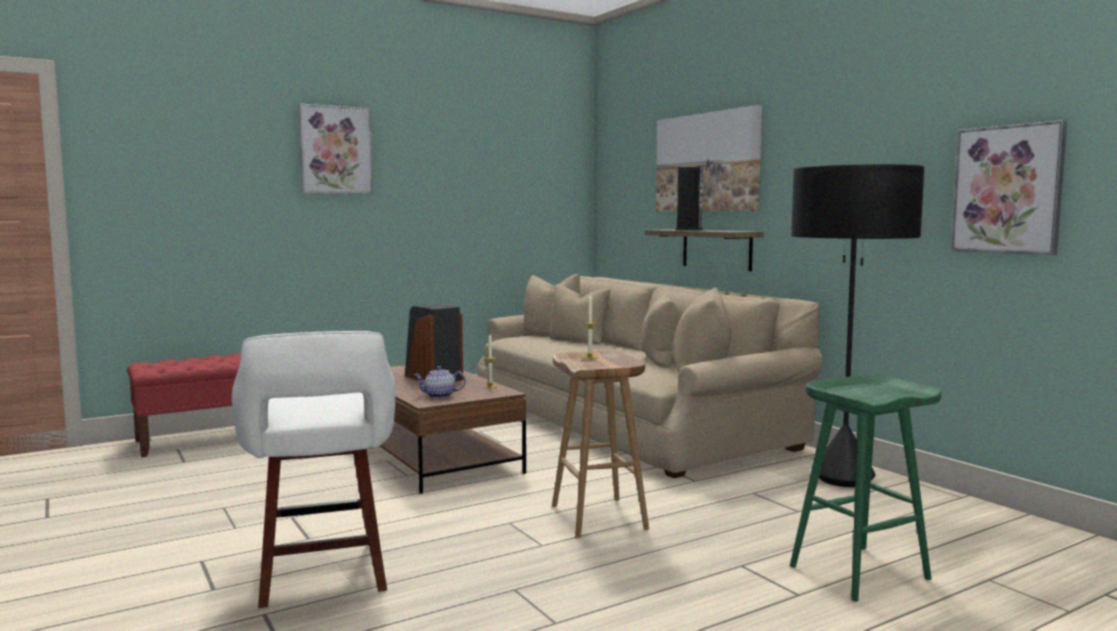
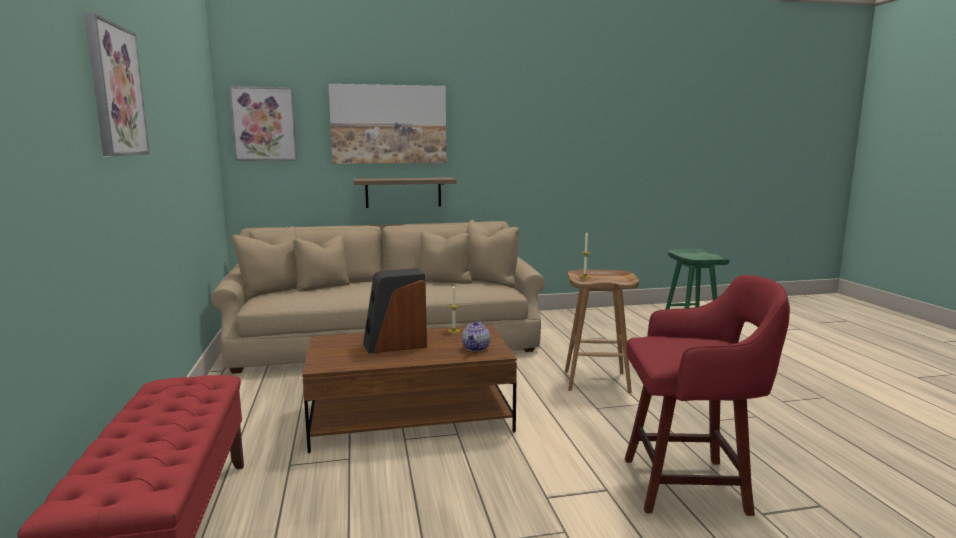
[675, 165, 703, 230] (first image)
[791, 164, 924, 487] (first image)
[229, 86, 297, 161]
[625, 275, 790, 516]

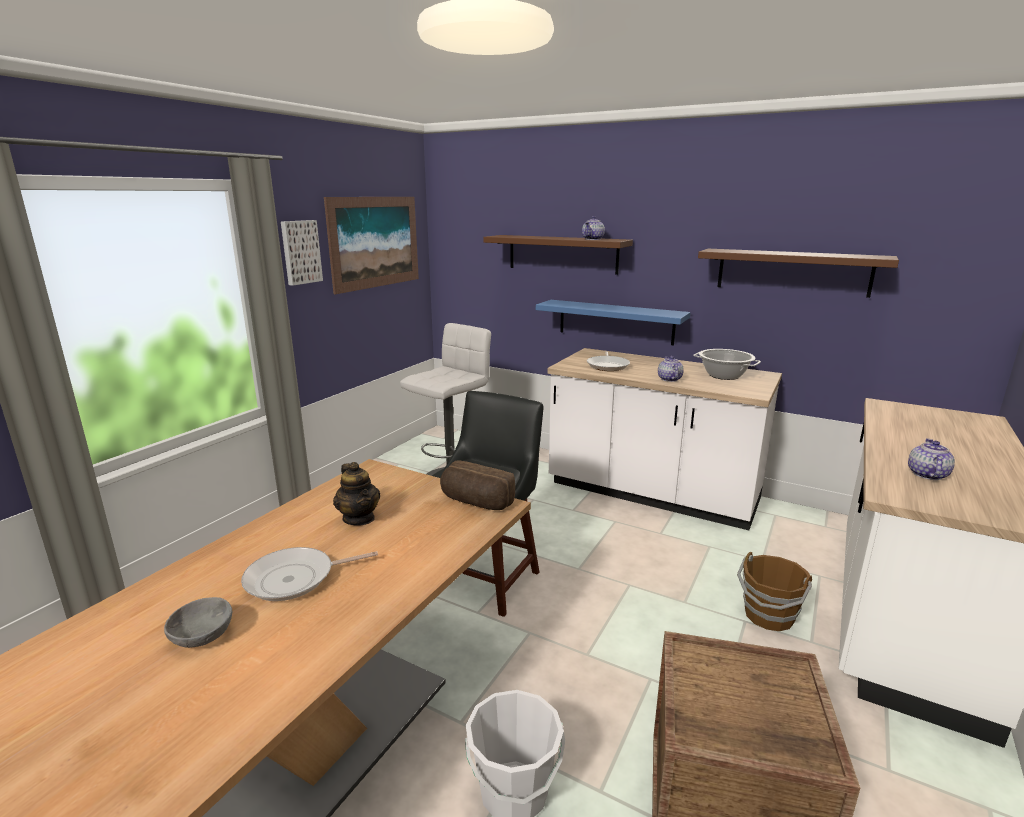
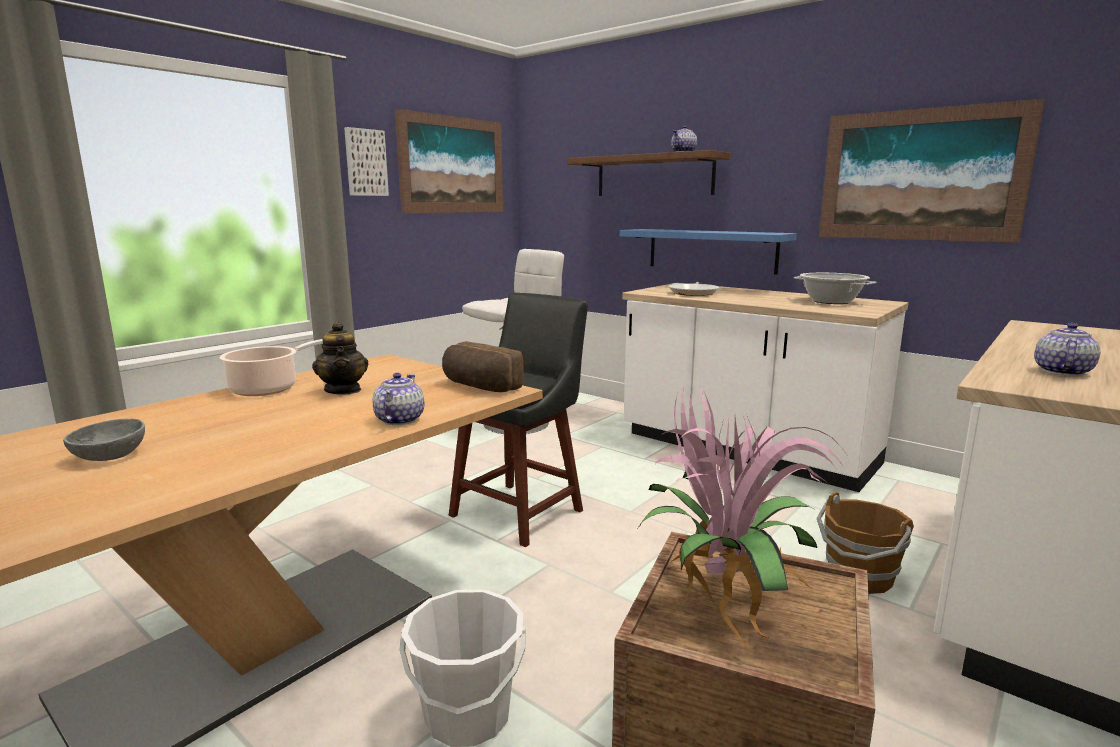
[241, 547, 378, 601] (first image)
[219, 339, 323, 396]
[638, 385, 844, 654]
[373, 373, 424, 425]
[819, 99, 1045, 243]

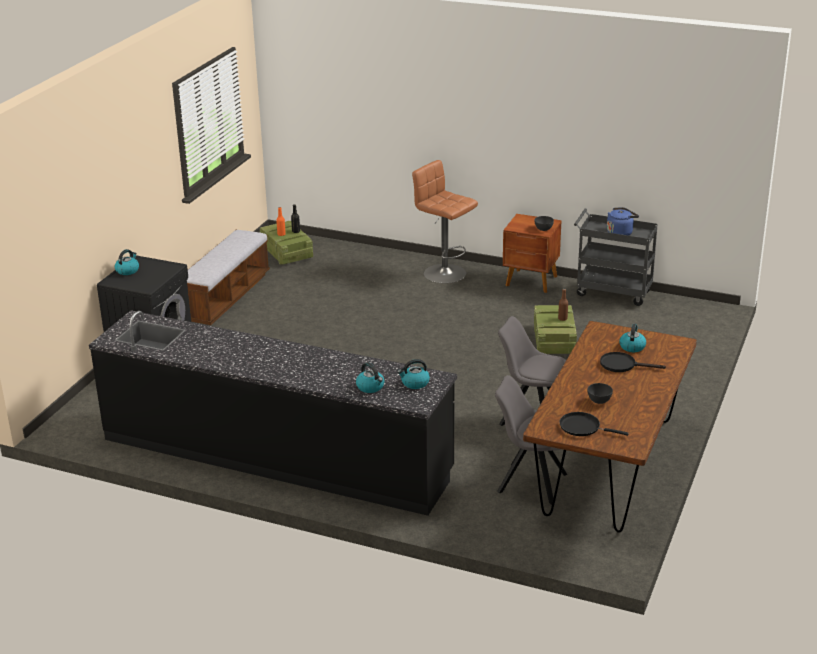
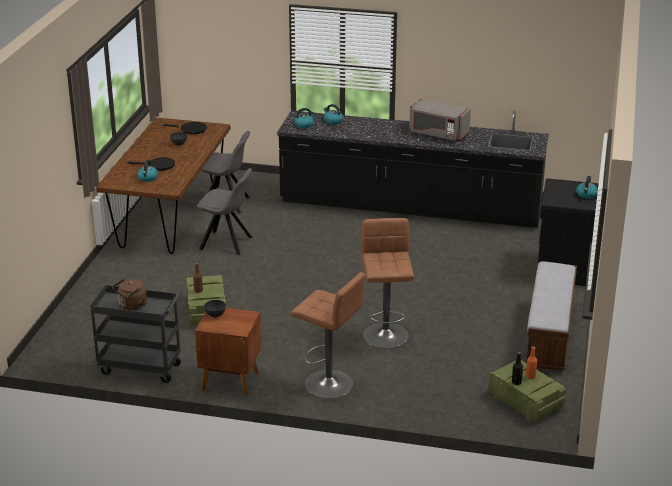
[362, 218, 414, 348]
[409, 98, 471, 141]
[112, 278, 147, 311]

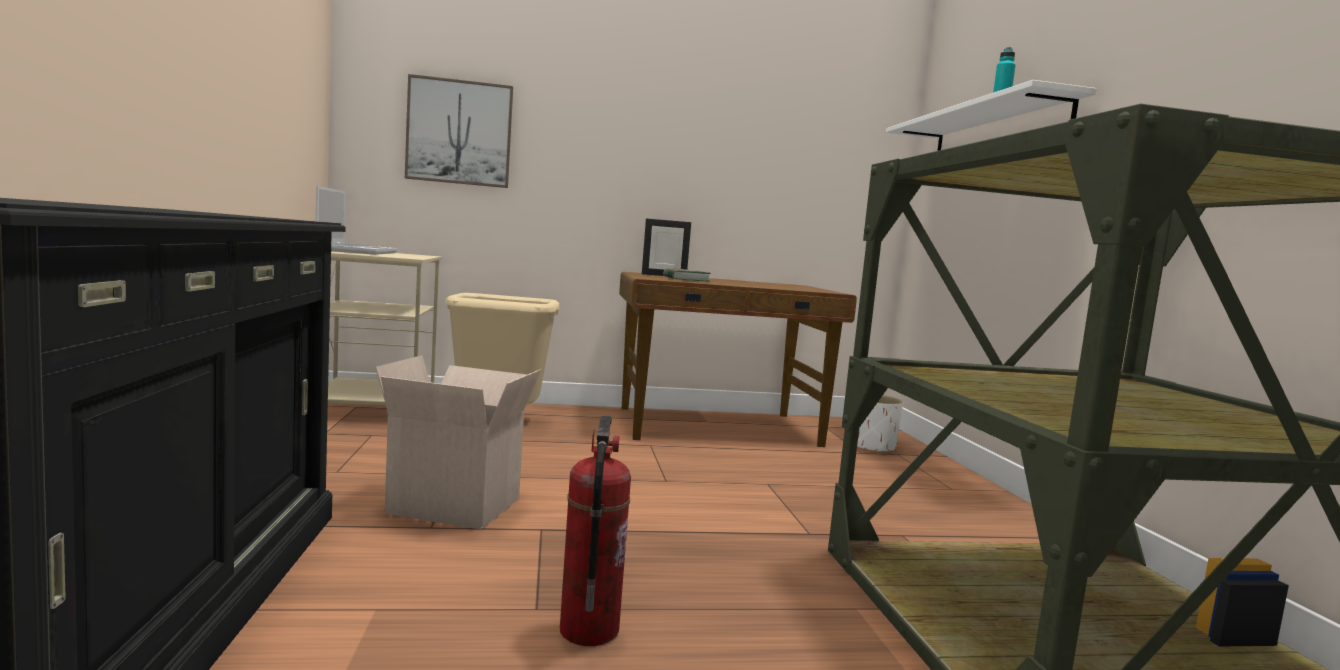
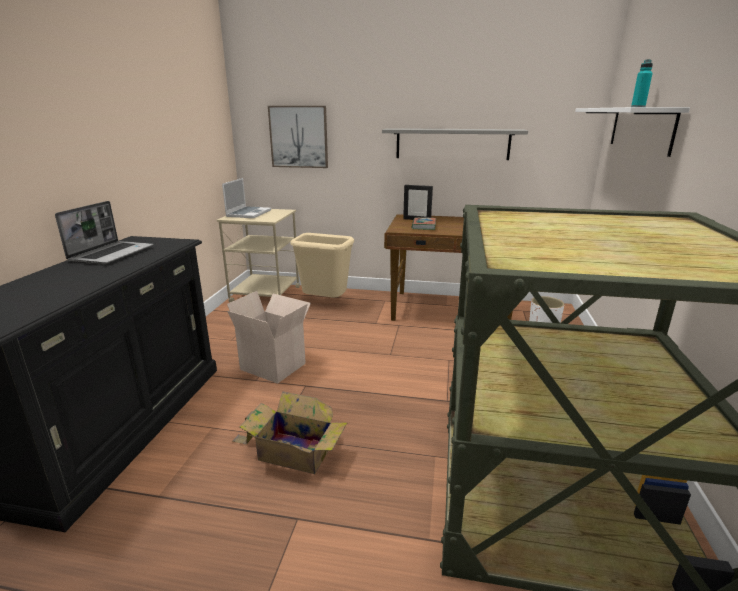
[55, 201, 153, 265]
[382, 128, 528, 160]
[232, 391, 347, 474]

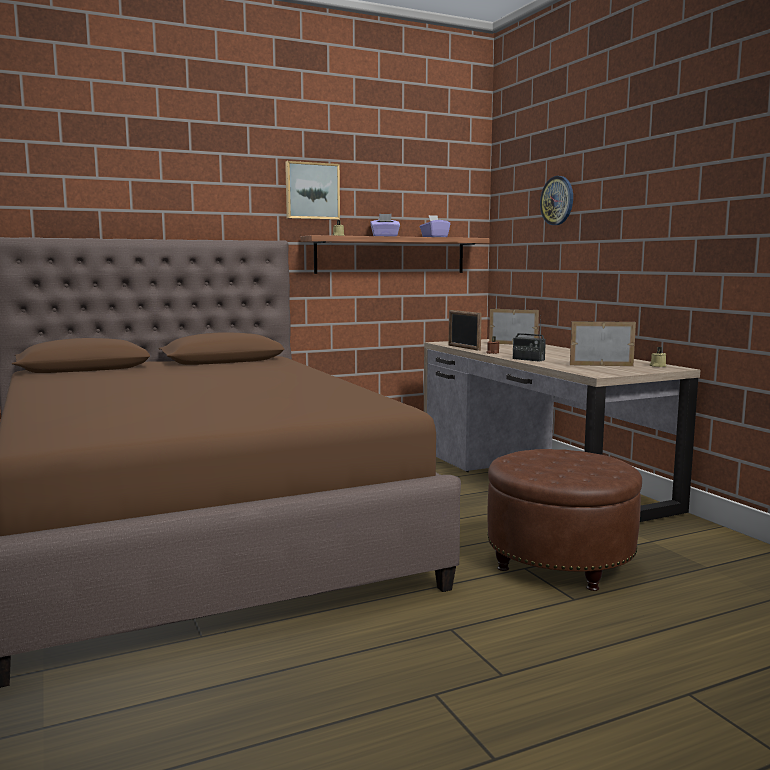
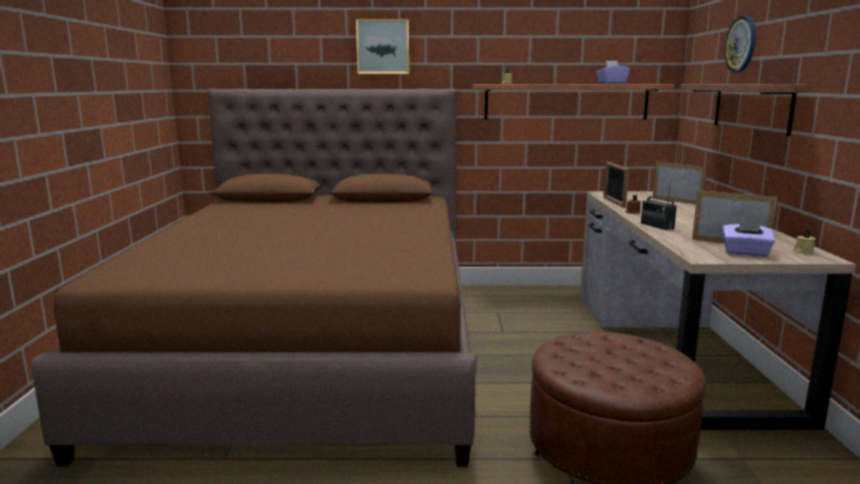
[680, 84, 809, 136]
[356, 19, 409, 74]
[722, 219, 775, 257]

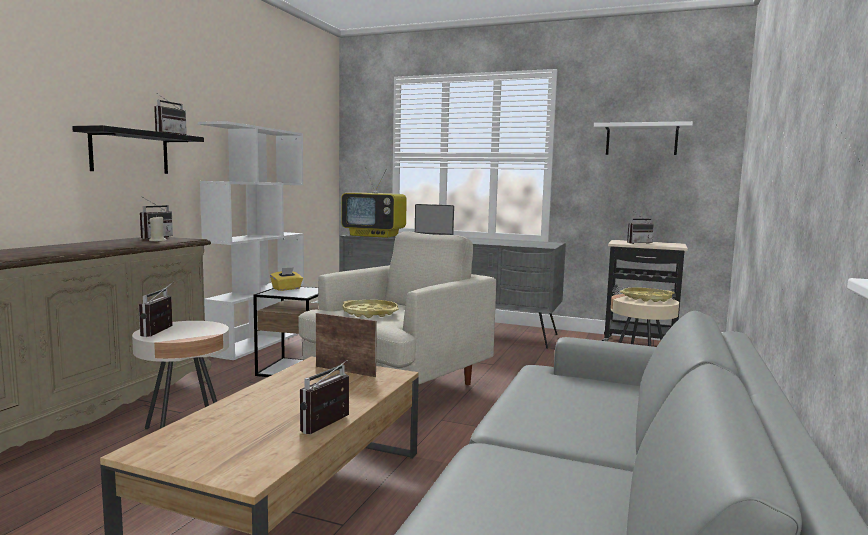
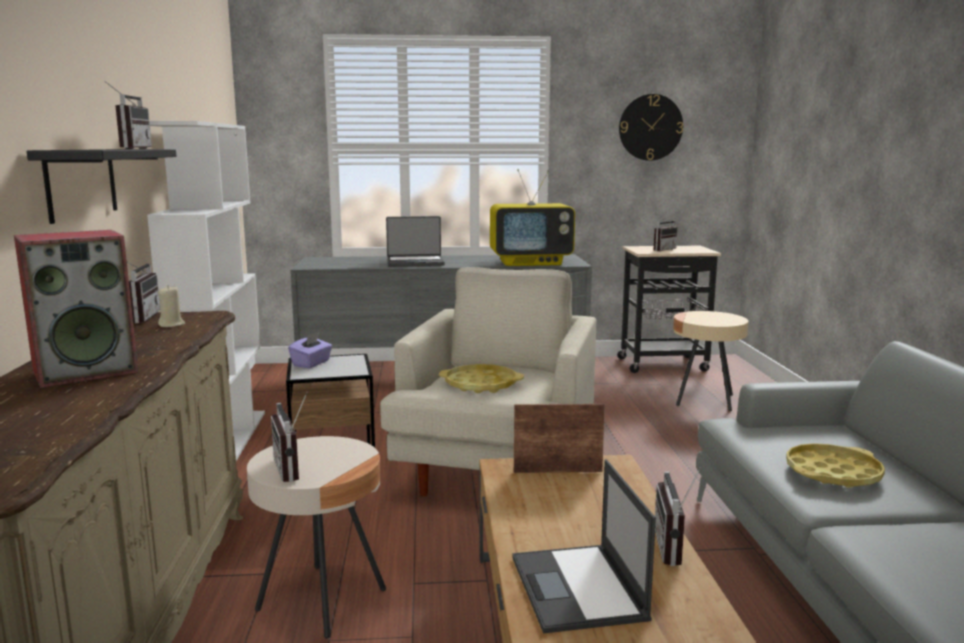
[14, 230, 139, 388]
[513, 459, 656, 634]
[490, 169, 575, 266]
[786, 443, 885, 488]
[619, 94, 683, 161]
[288, 332, 332, 368]

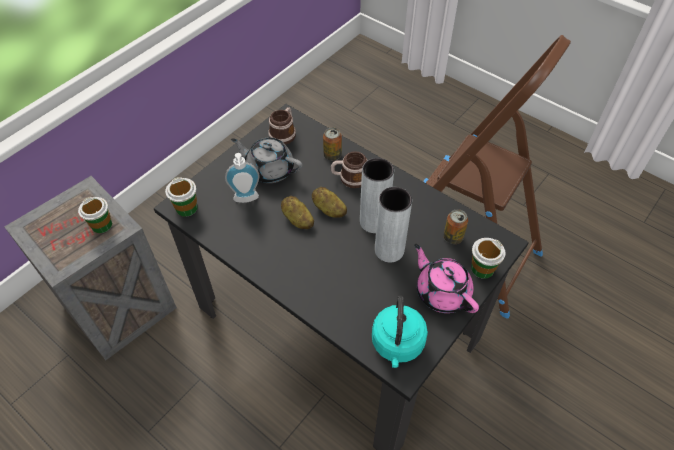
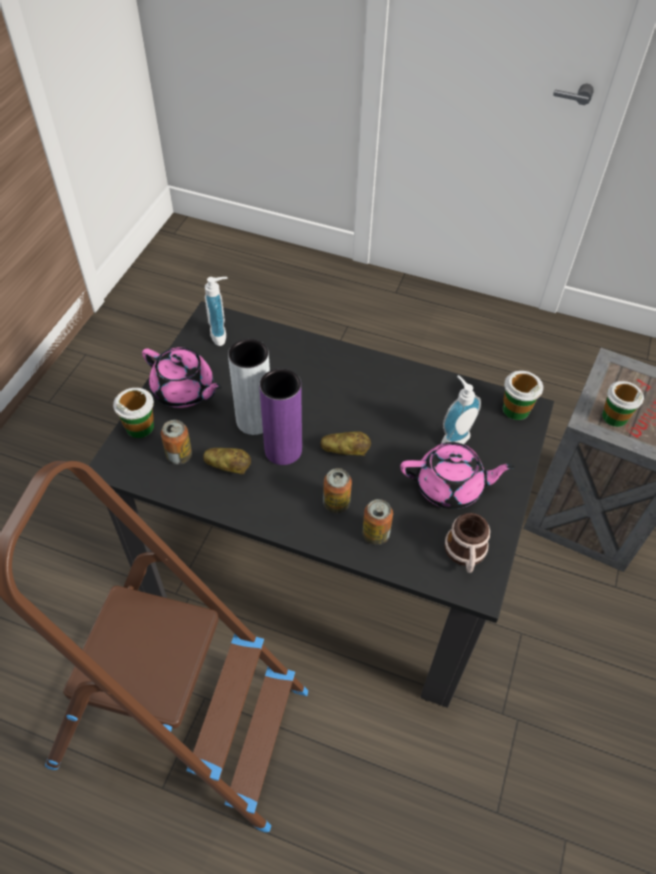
[203, 448, 251, 474]
[323, 468, 352, 513]
[205, 277, 228, 346]
[400, 442, 515, 509]
[259, 369, 302, 465]

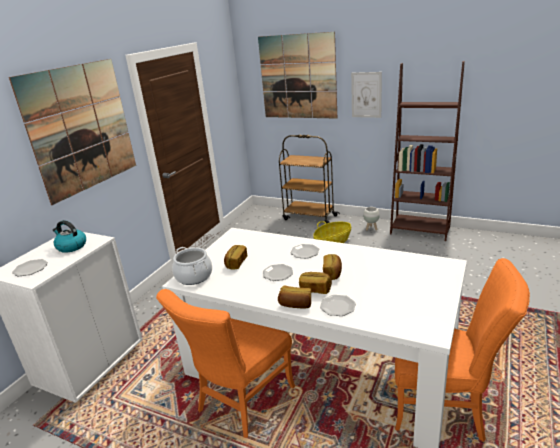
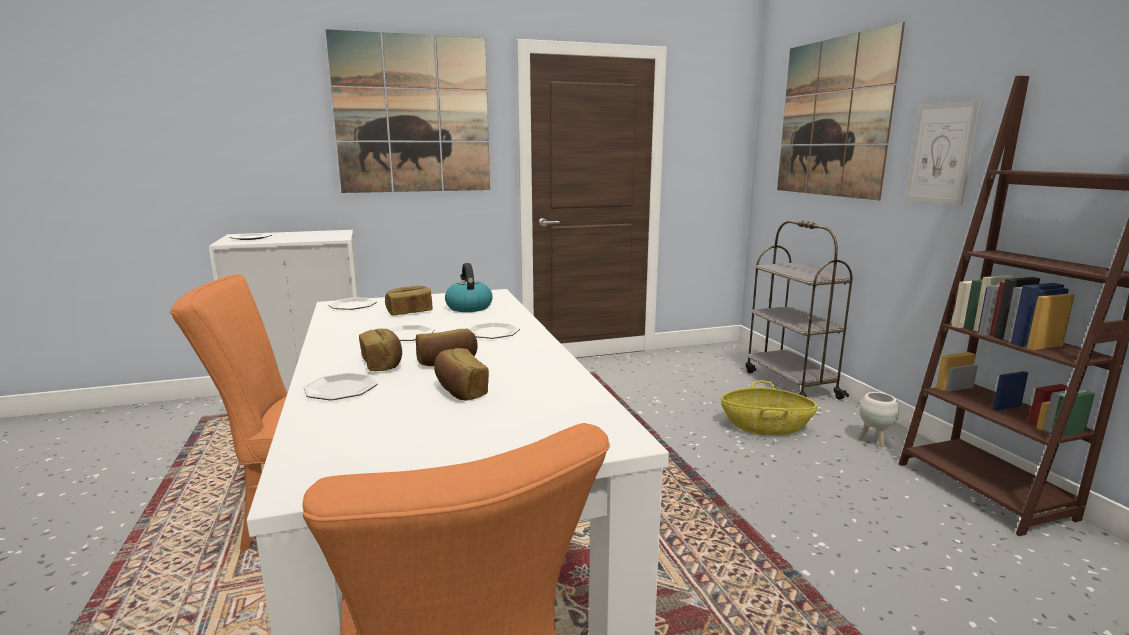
[445, 263, 493, 312]
[434, 348, 489, 401]
[328, 298, 377, 310]
[746, 221, 853, 400]

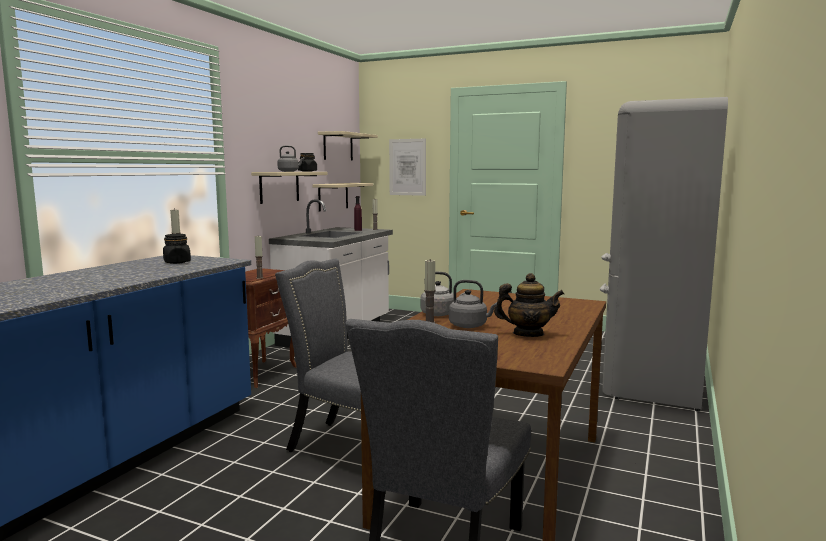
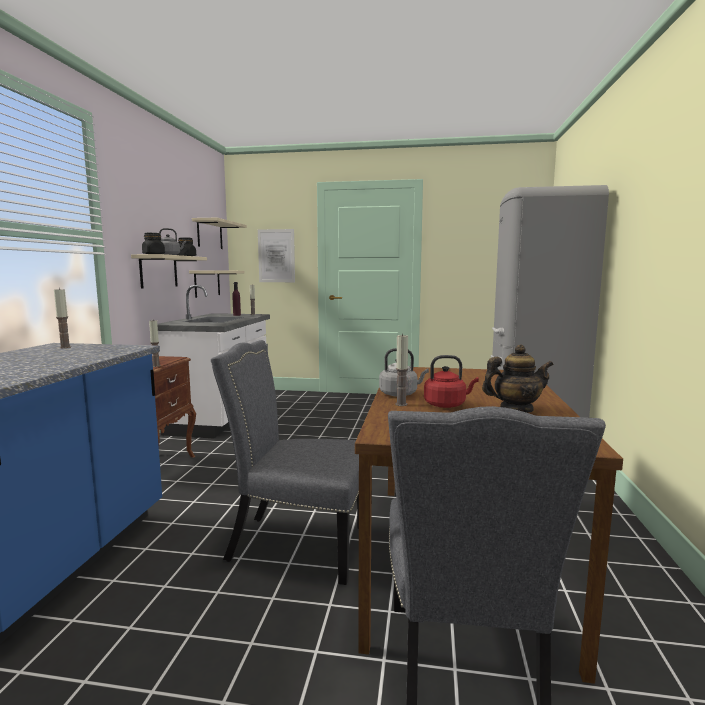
[142, 233, 165, 254]
[424, 355, 479, 408]

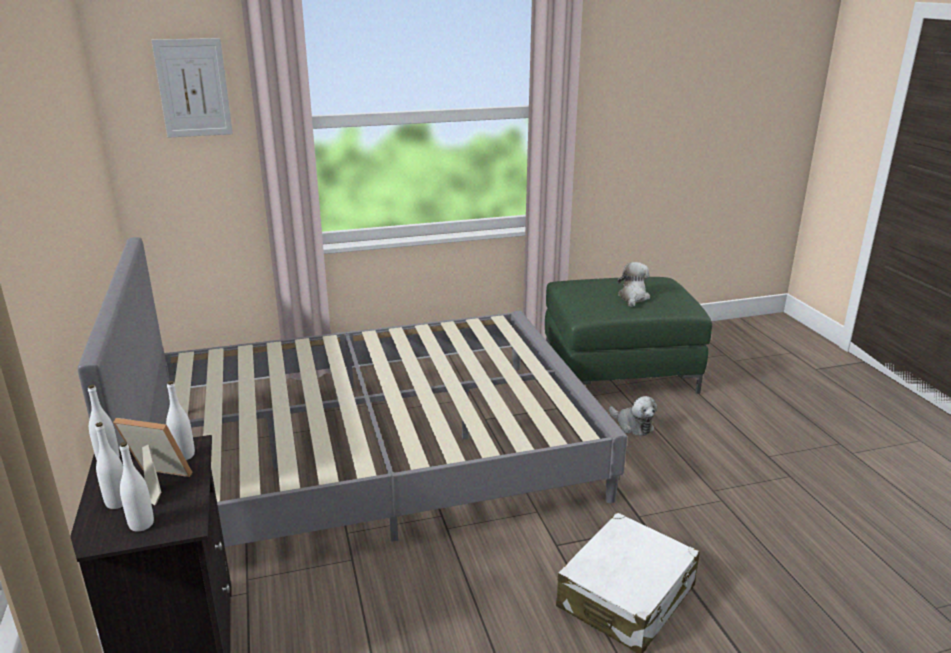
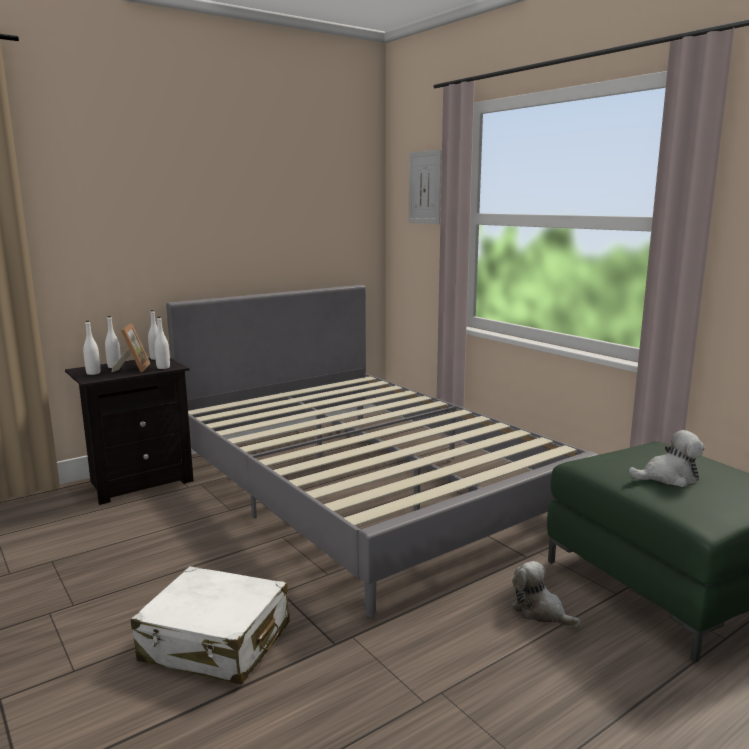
[512, 561, 580, 627]

